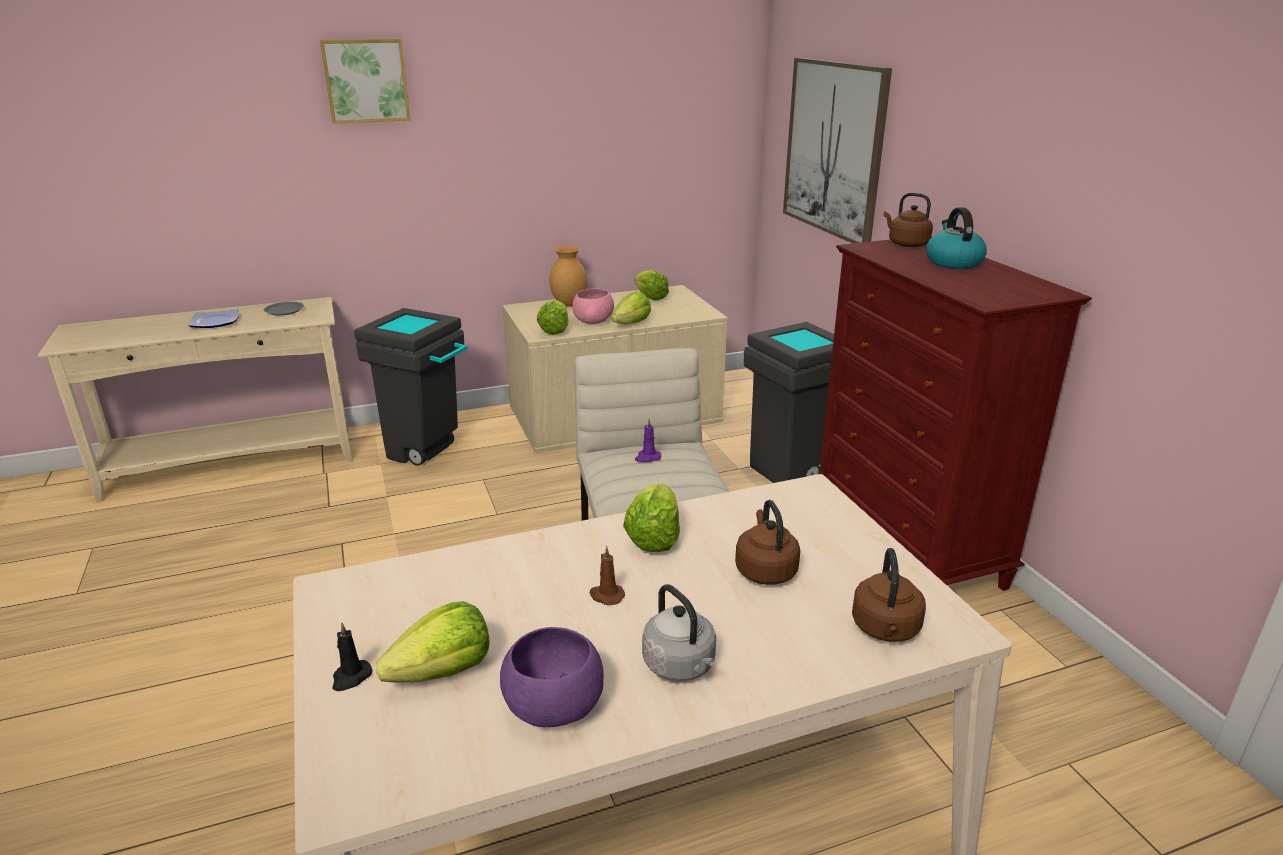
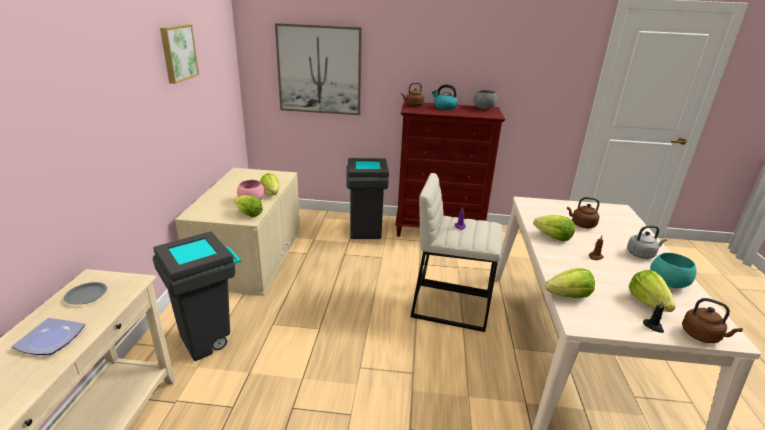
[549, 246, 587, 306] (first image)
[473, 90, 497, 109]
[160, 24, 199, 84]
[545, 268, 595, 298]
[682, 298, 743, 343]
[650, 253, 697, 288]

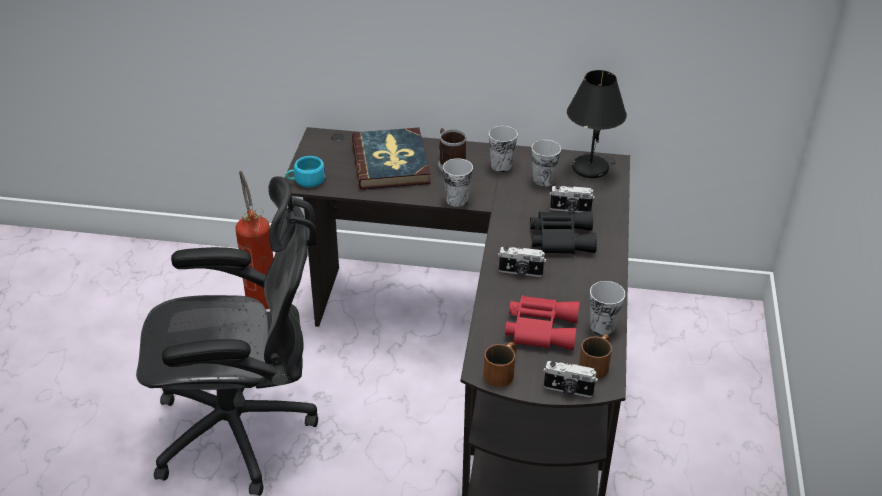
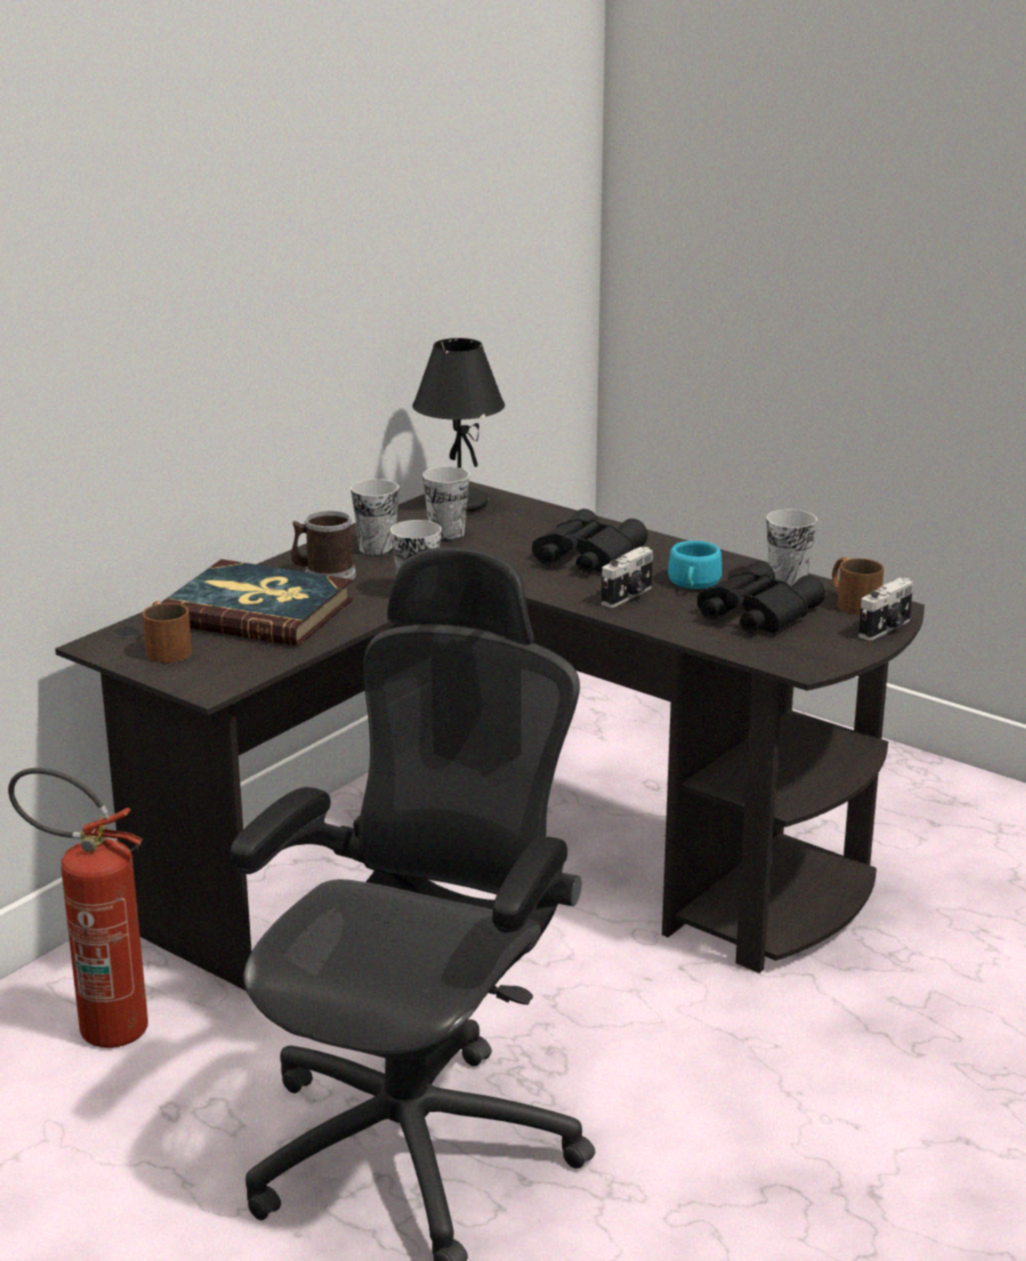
[550, 185, 595, 213] (first image)
[668, 540, 722, 589]
[142, 601, 192, 663]
[697, 561, 825, 633]

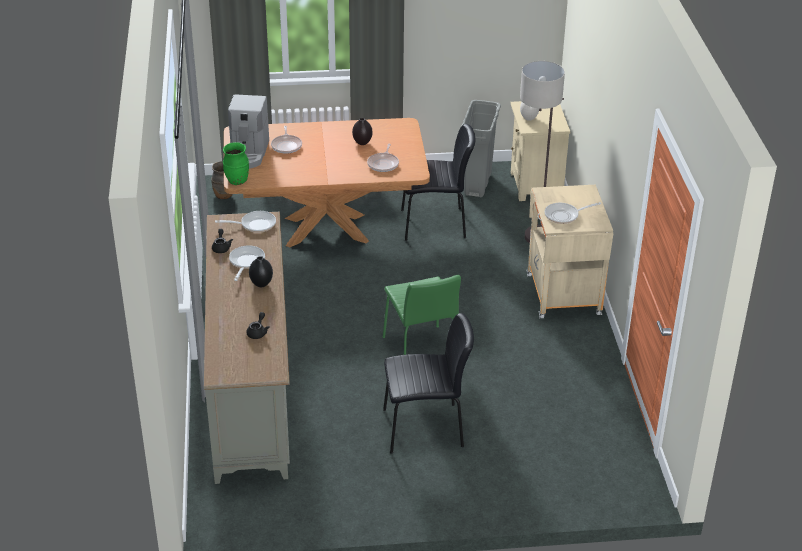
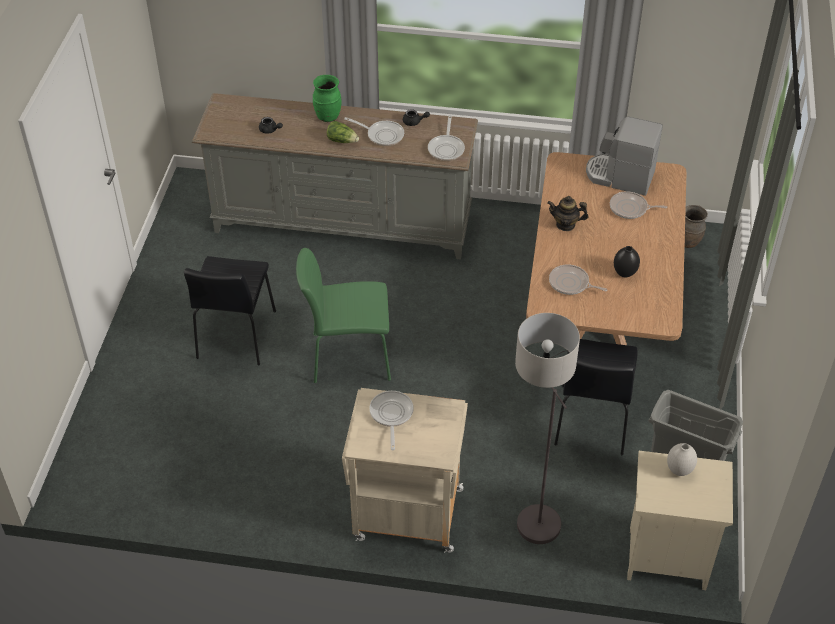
[547, 196, 588, 231]
[313, 75, 341, 122]
[327, 121, 359, 143]

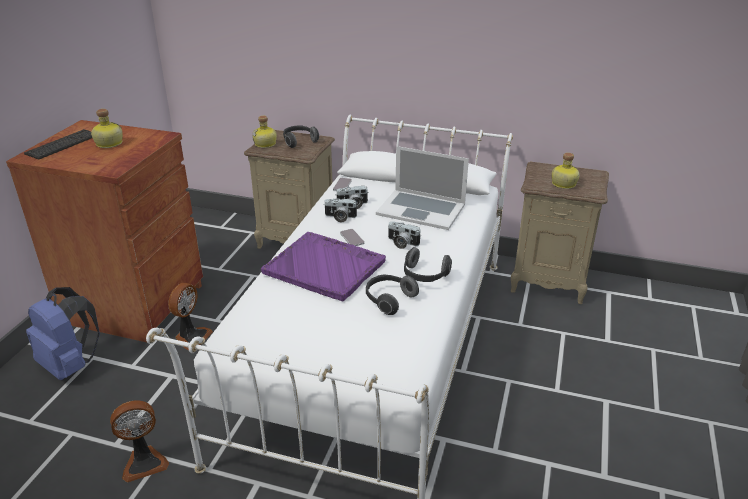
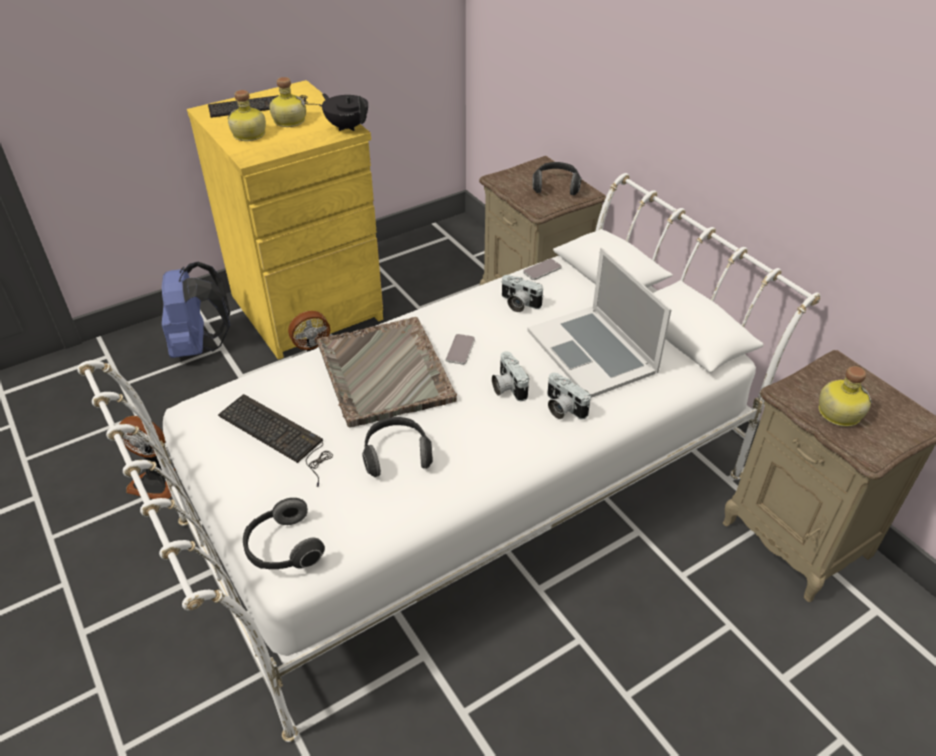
[218, 394, 333, 487]
[322, 94, 368, 131]
[227, 90, 266, 141]
[547, 373, 591, 420]
[243, 498, 325, 569]
[187, 80, 383, 360]
[317, 317, 457, 428]

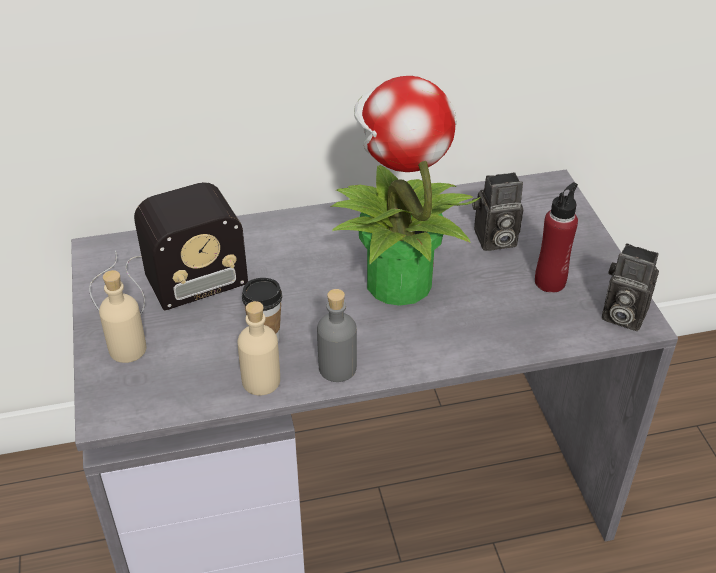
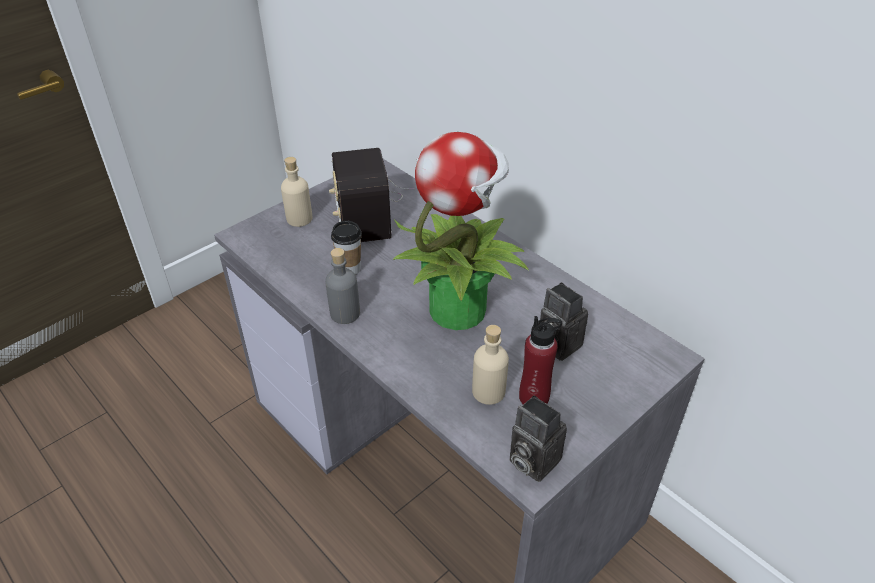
[472, 325, 509, 405]
[329, 148, 414, 242]
[510, 395, 567, 482]

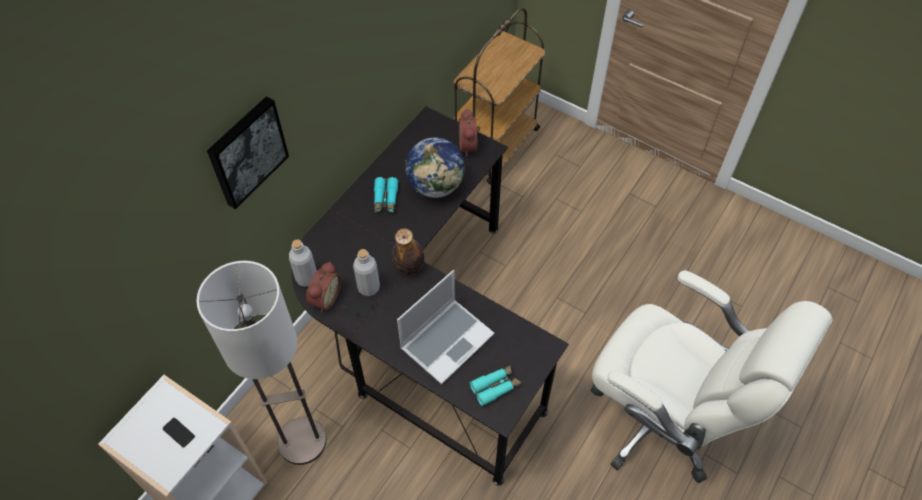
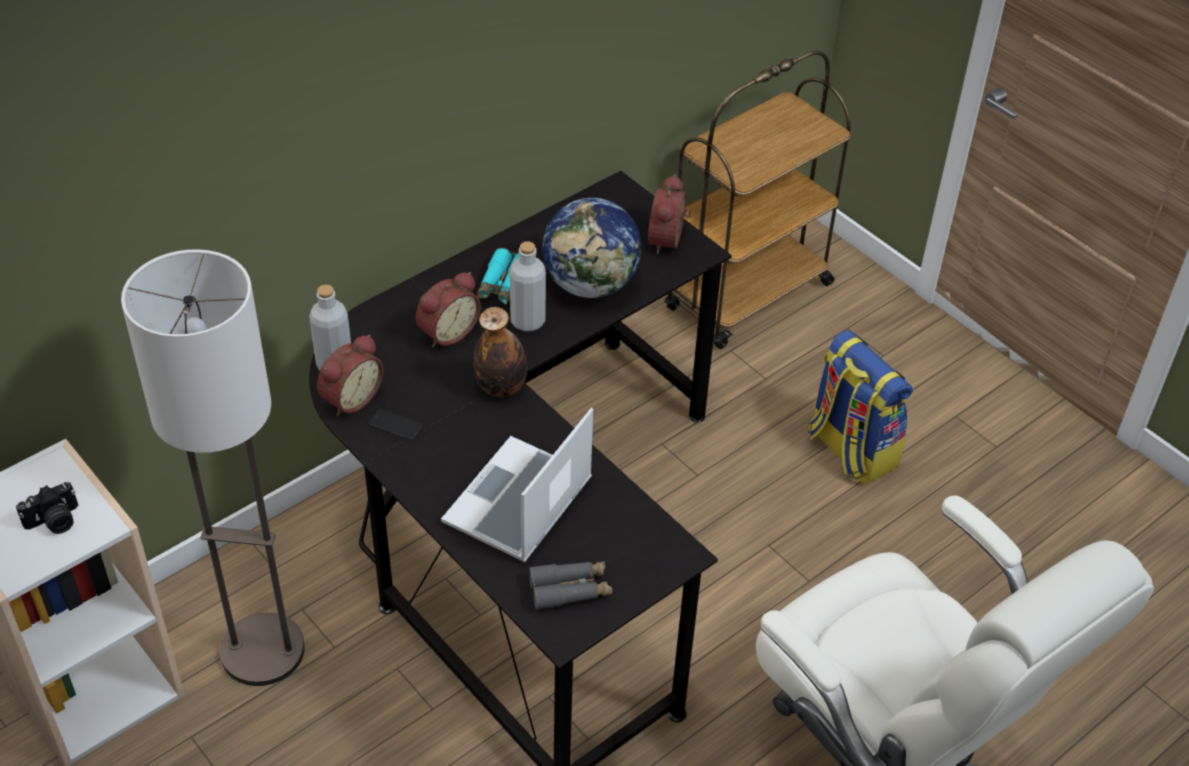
[207, 96, 289, 209] (first image)
[415, 272, 481, 348]
[808, 330, 913, 485]
[510, 241, 546, 331]
[16, 482, 78, 534]
[529, 561, 613, 610]
[441, 408, 593, 562]

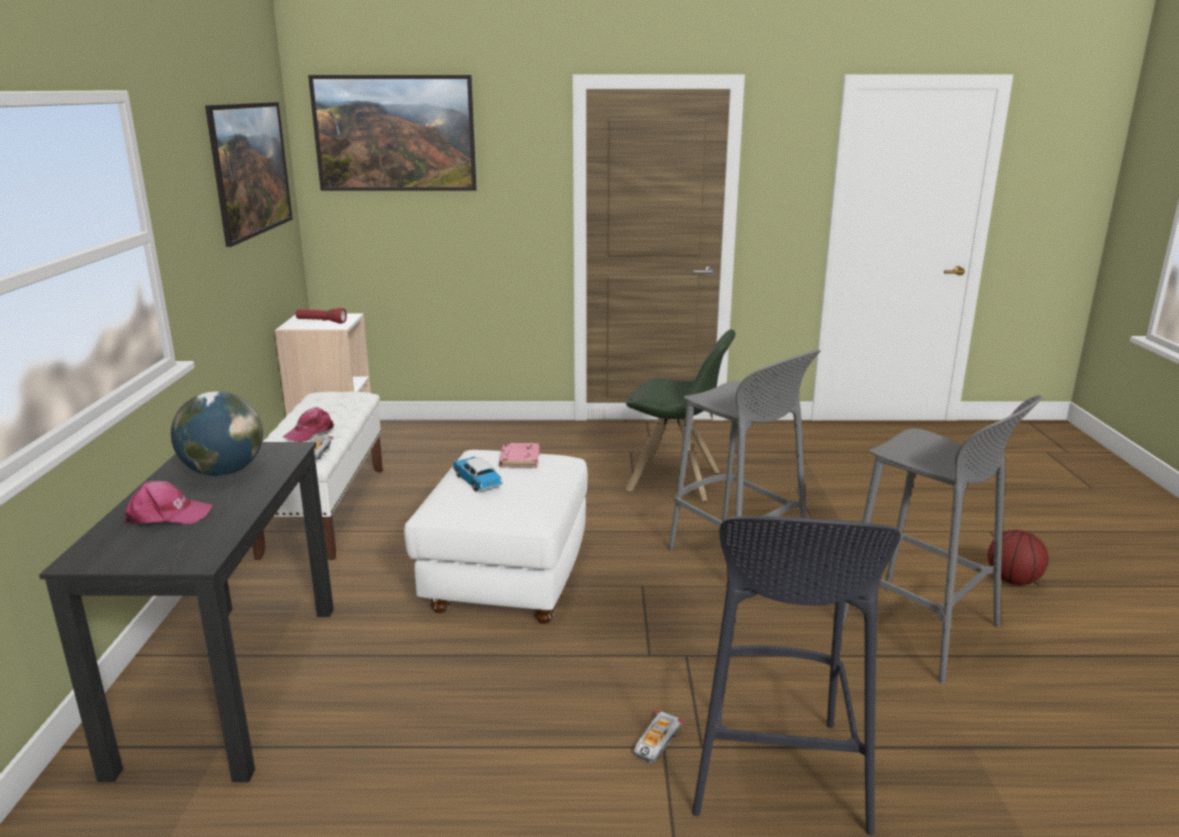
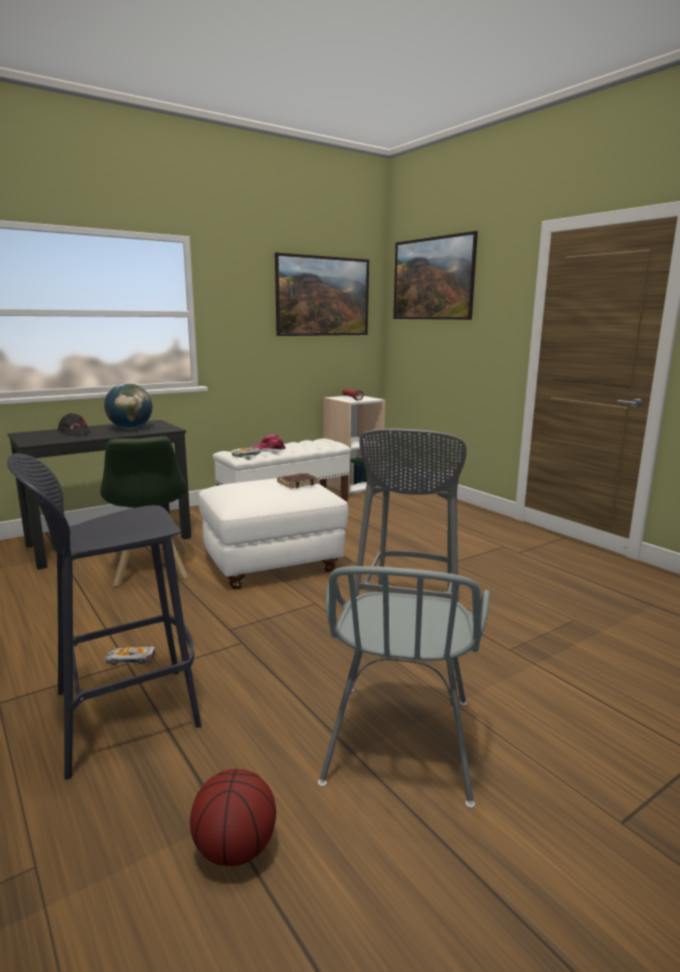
[453, 457, 503, 491] (first image)
[100, 436, 188, 587]
[190, 769, 276, 866]
[318, 566, 490, 808]
[58, 413, 91, 436]
[277, 473, 319, 489]

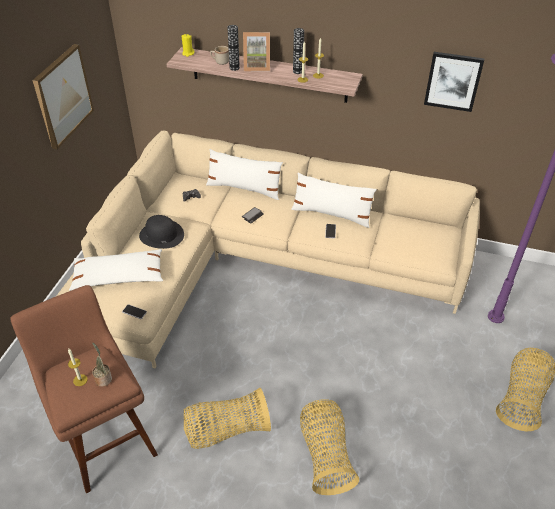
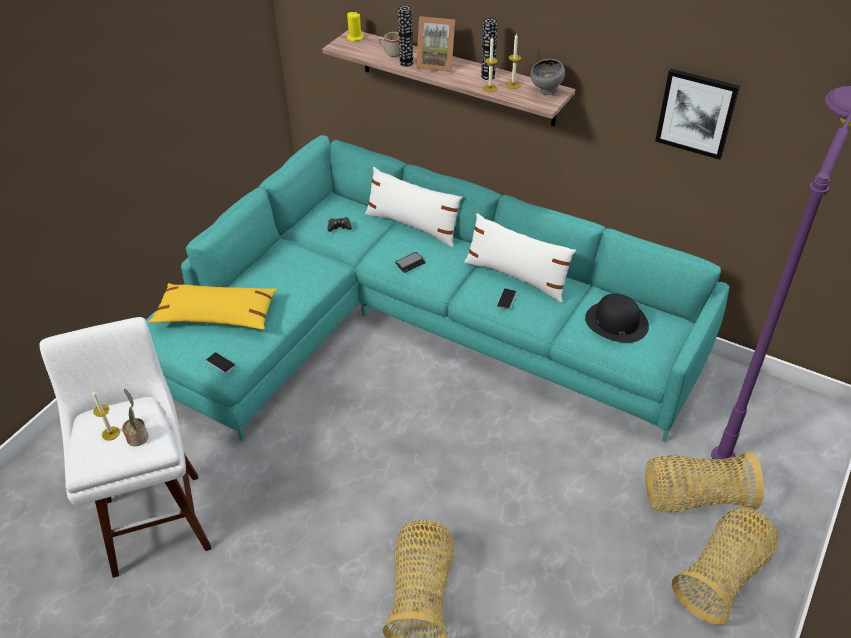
[32, 44, 94, 149] (first image)
[530, 59, 565, 96]
[585, 294, 649, 343]
[645, 451, 764, 512]
[40, 317, 211, 578]
[146, 135, 730, 442]
[149, 283, 277, 330]

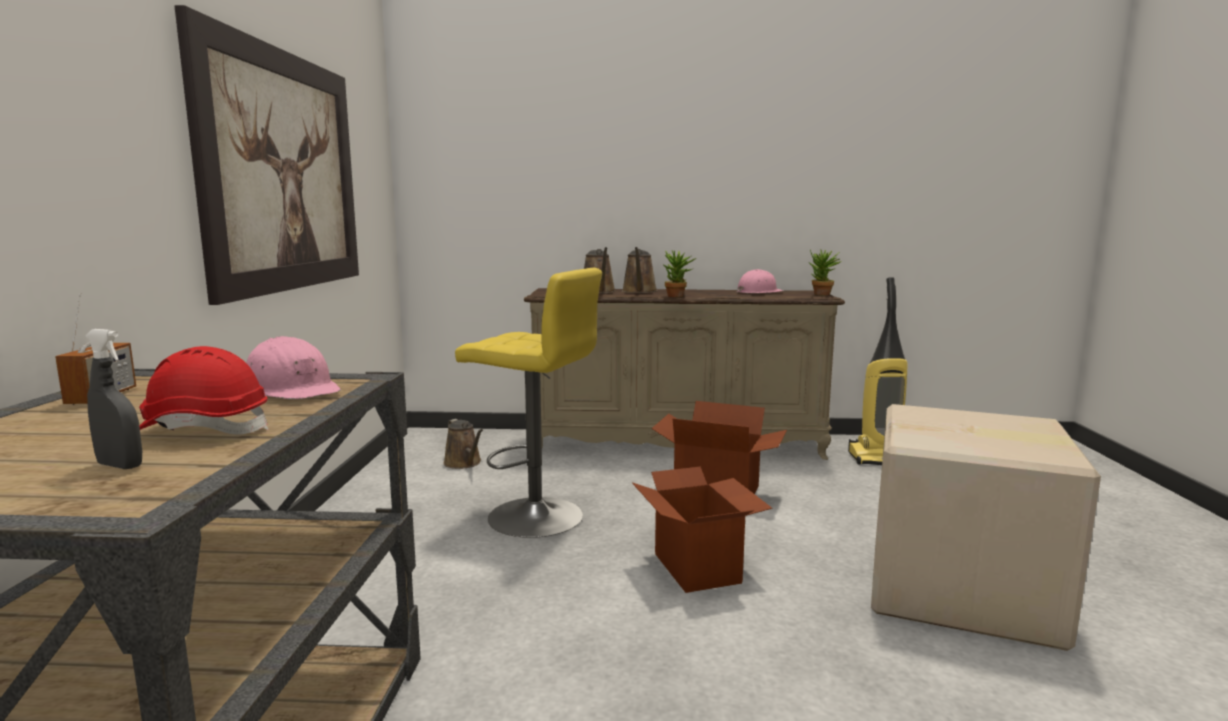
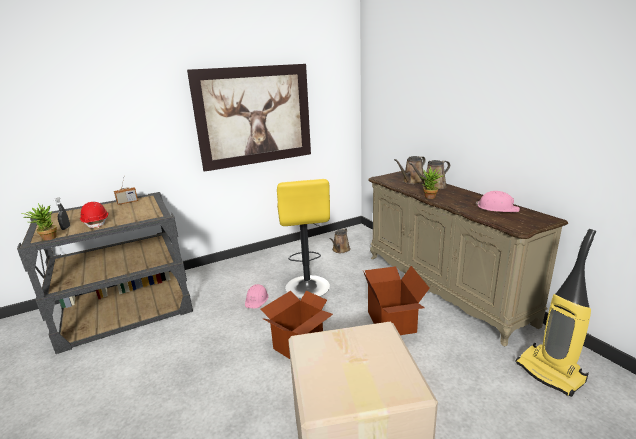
[245, 284, 269, 309]
[22, 203, 57, 241]

